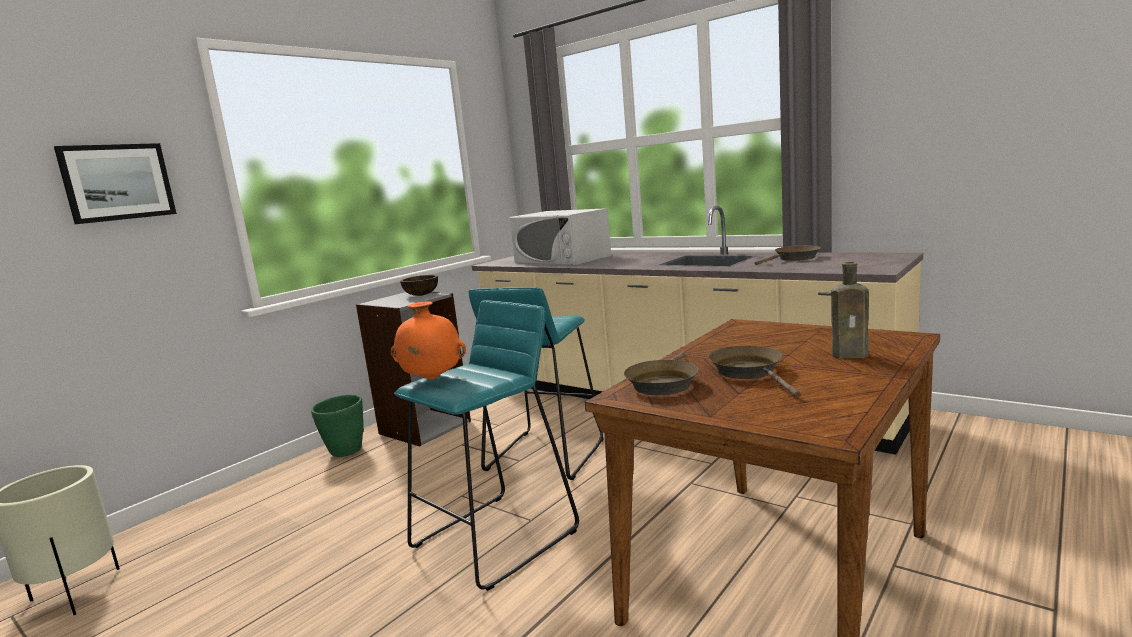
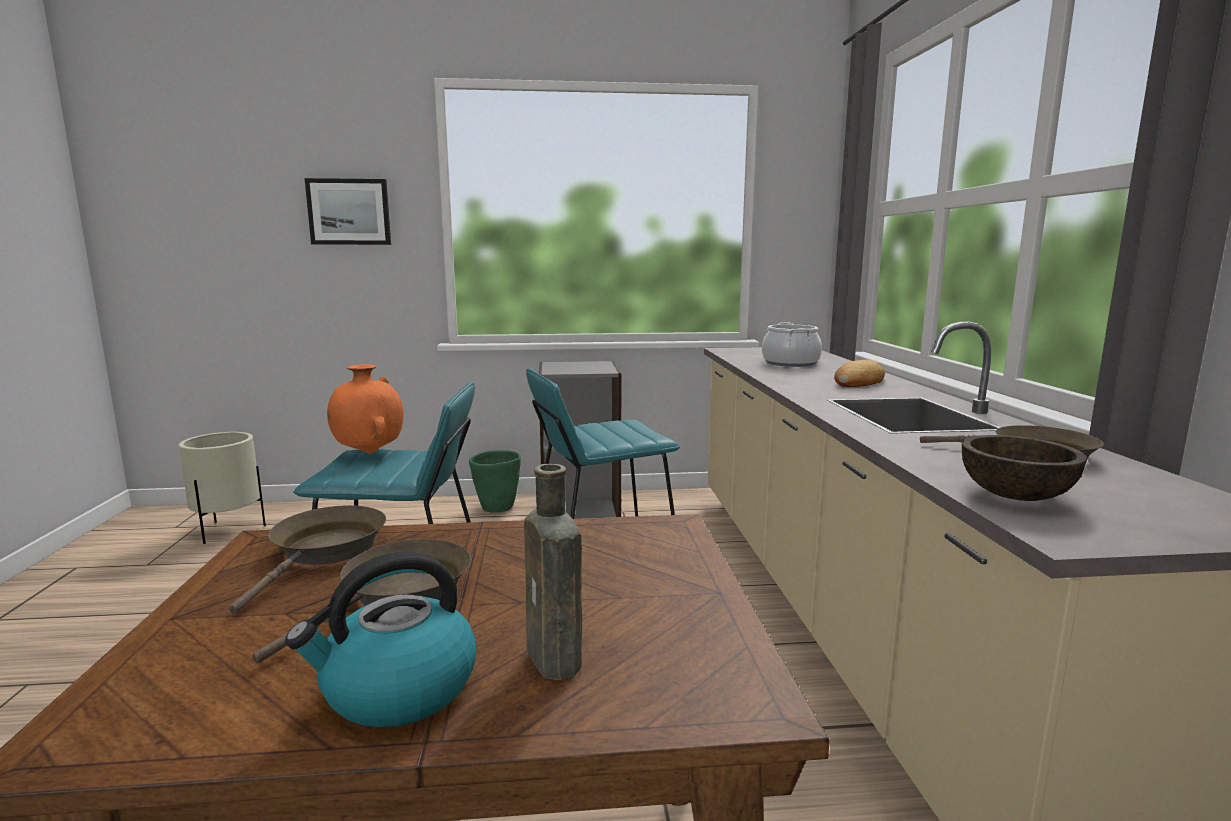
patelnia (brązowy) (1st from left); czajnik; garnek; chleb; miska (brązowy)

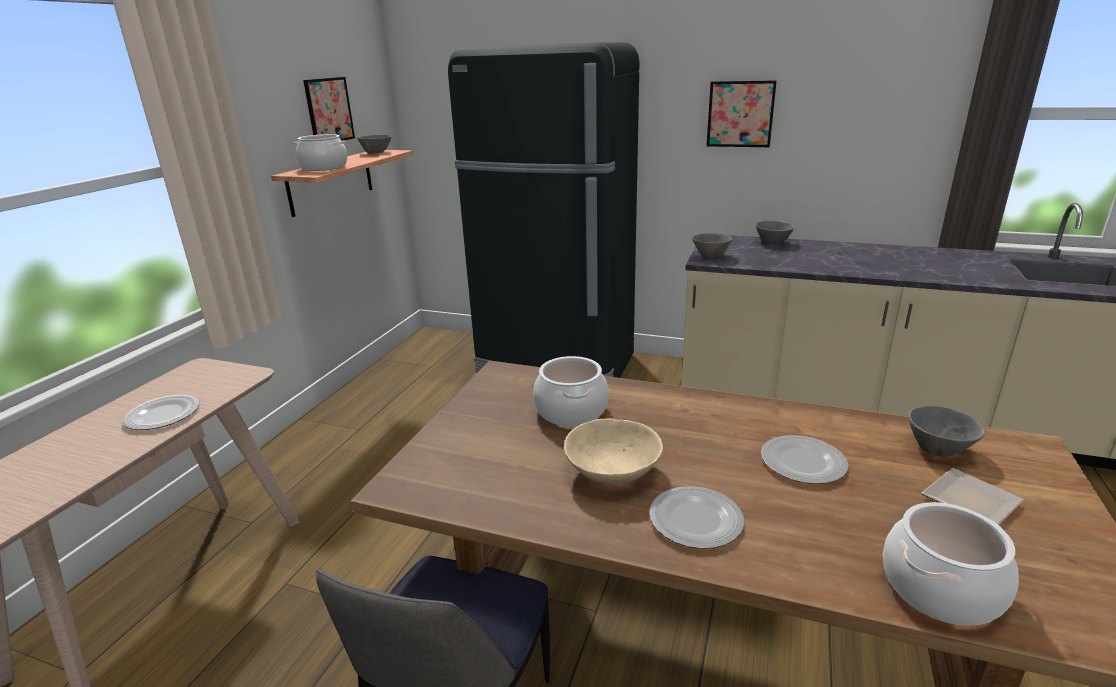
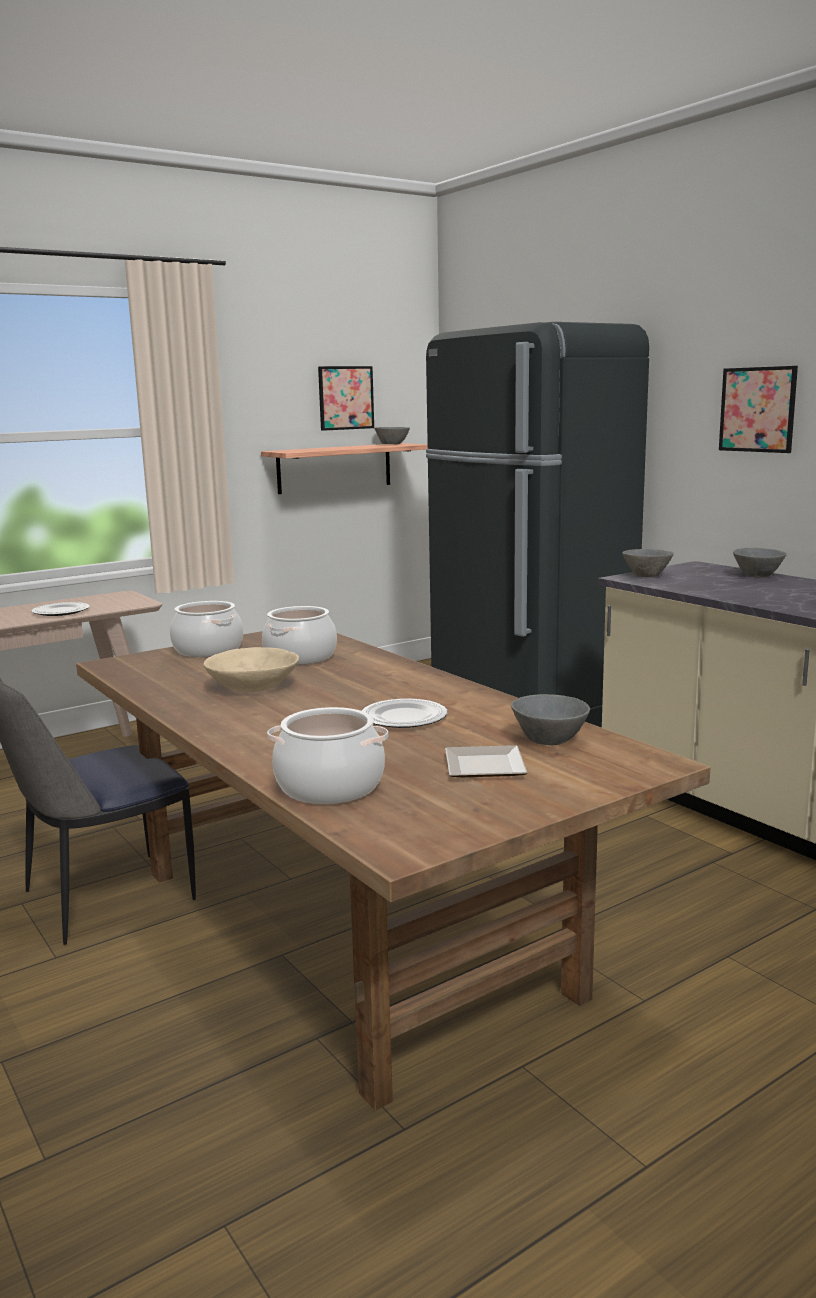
garnek (1st from left); talerz (2nd from left in the first image)

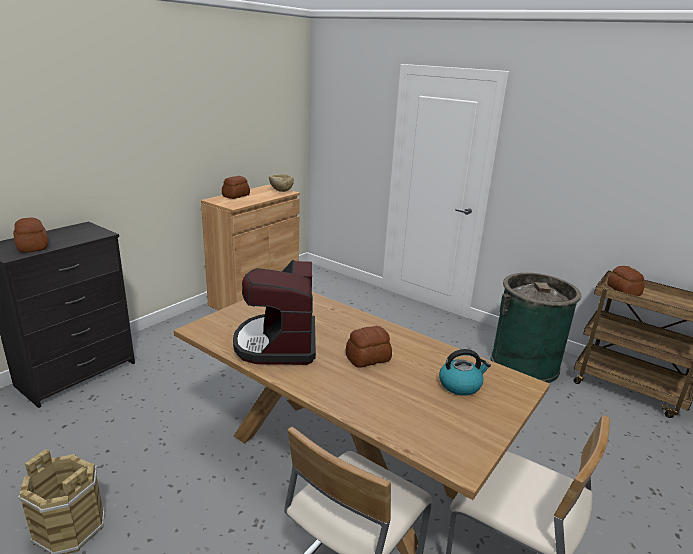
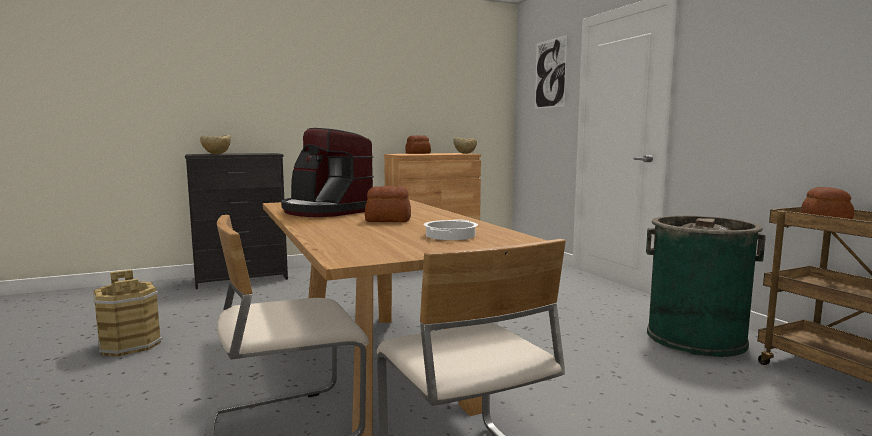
miska (beżowy) (1st from left); ekspres do kawy; garnek; obraz

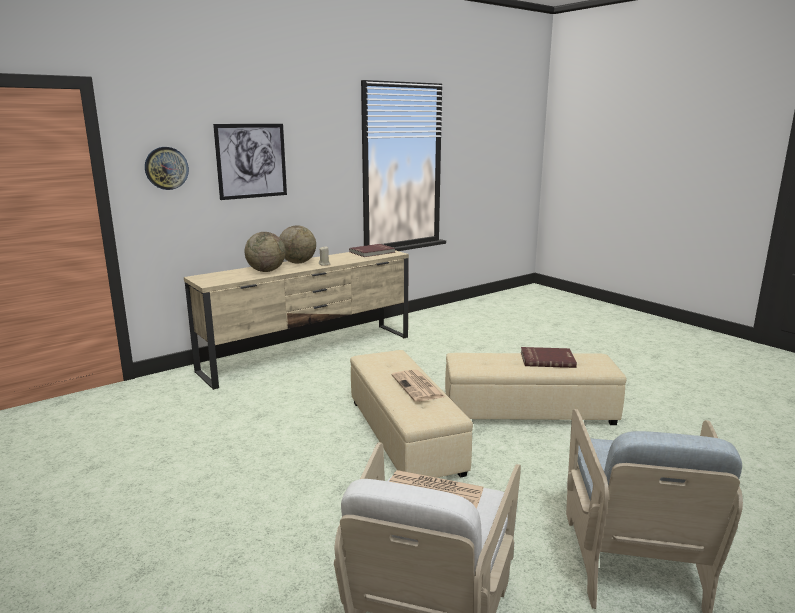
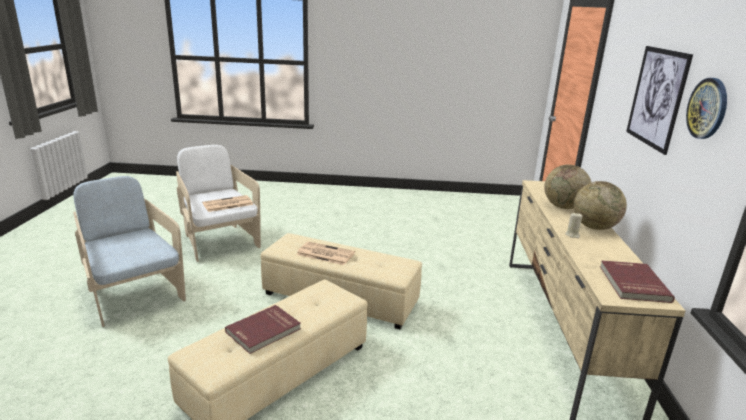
zegar ścienny

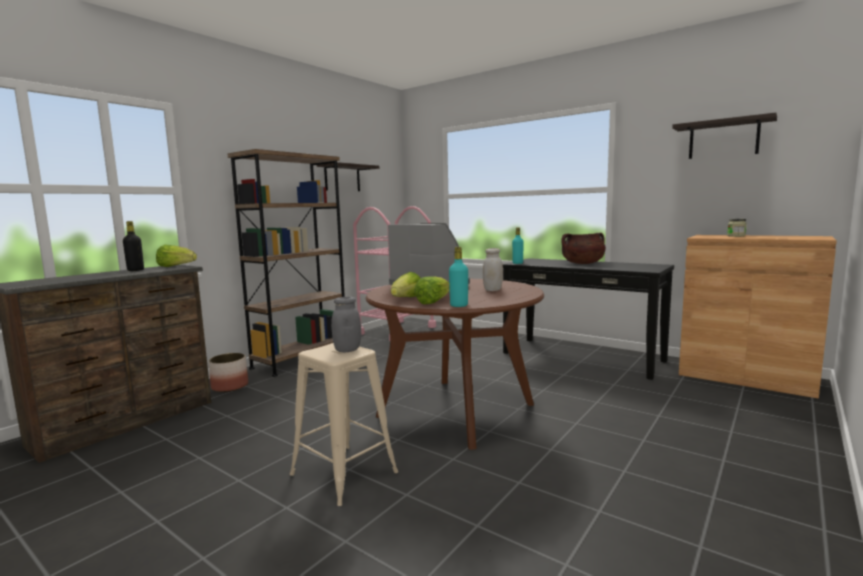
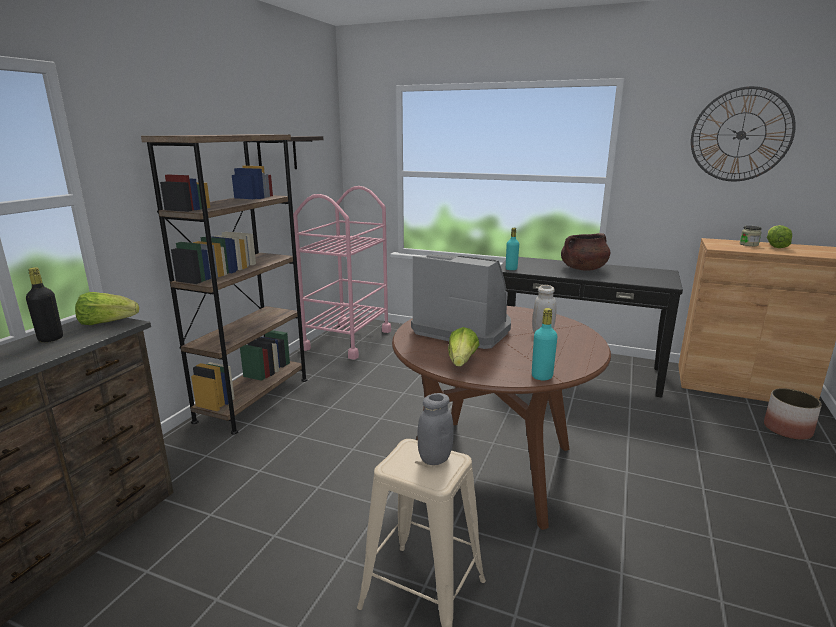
zegar ścienny; donica; sałata (3rd from left)

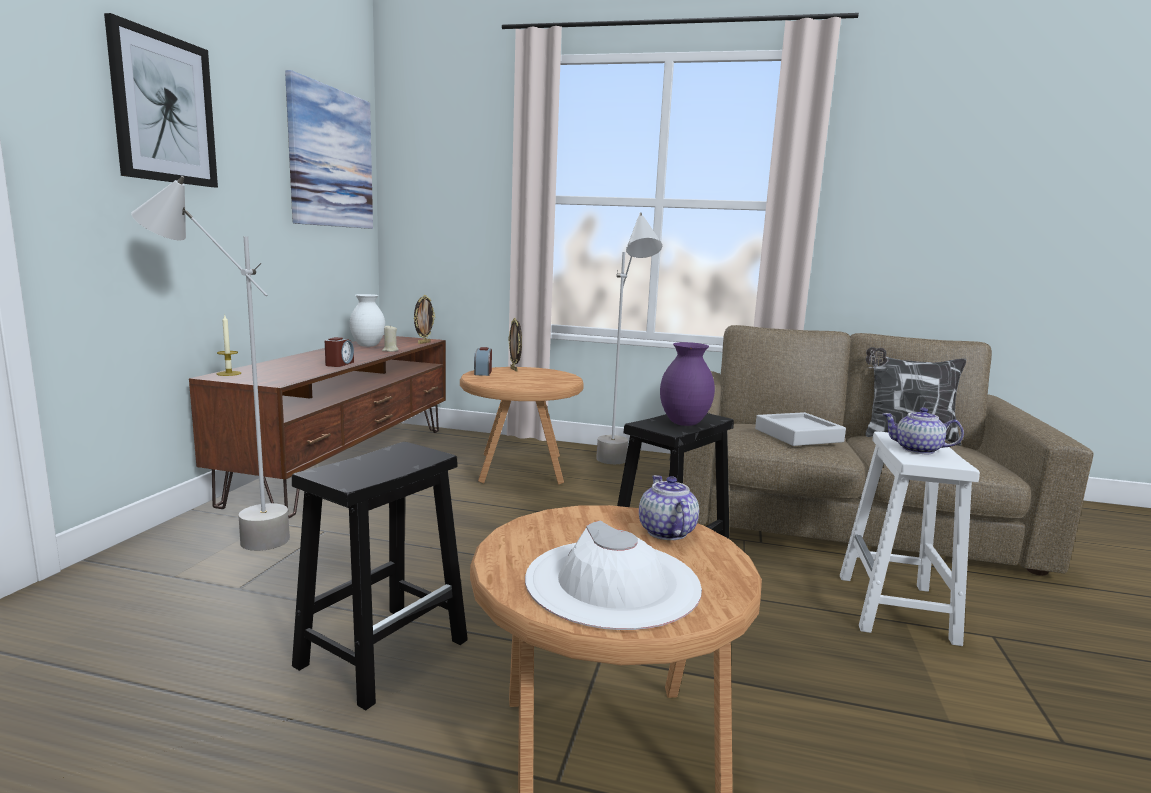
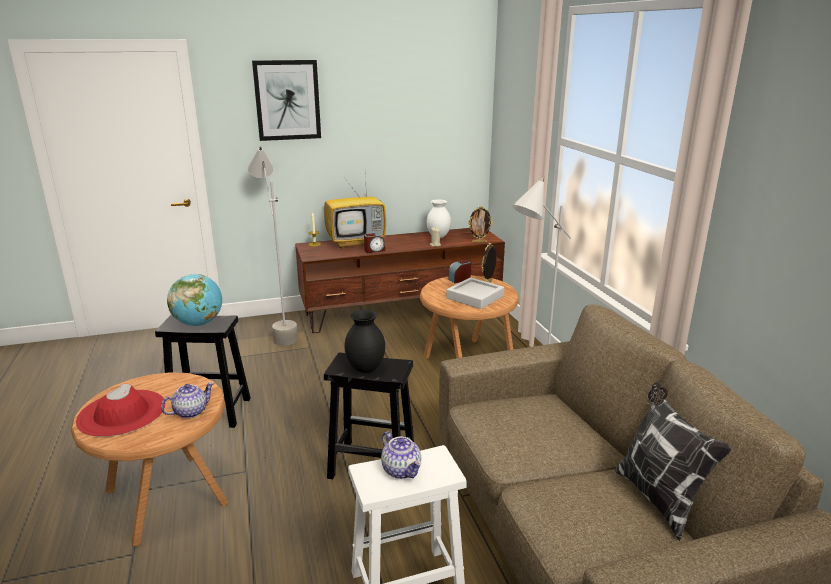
kapelusz (czerwony); globus; telewizor; wazon (czarny); imbryk (2nd from left); taca (szary); obraz (2nd from left in the first image)

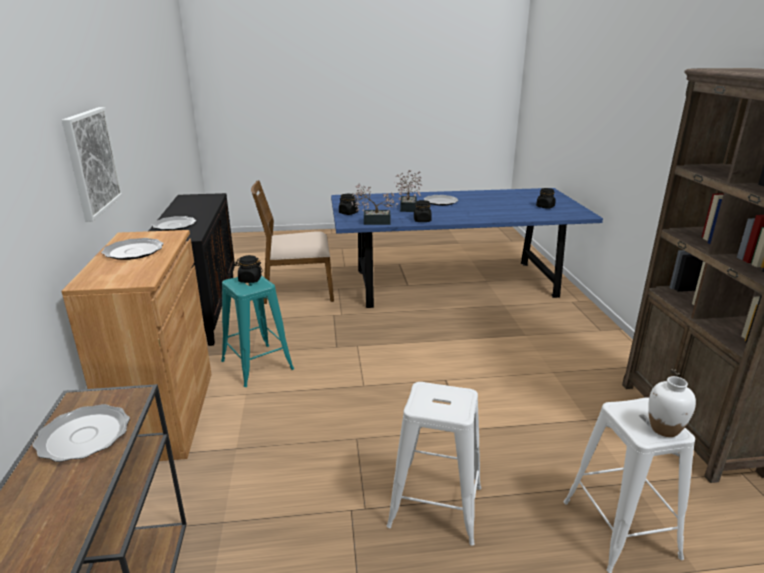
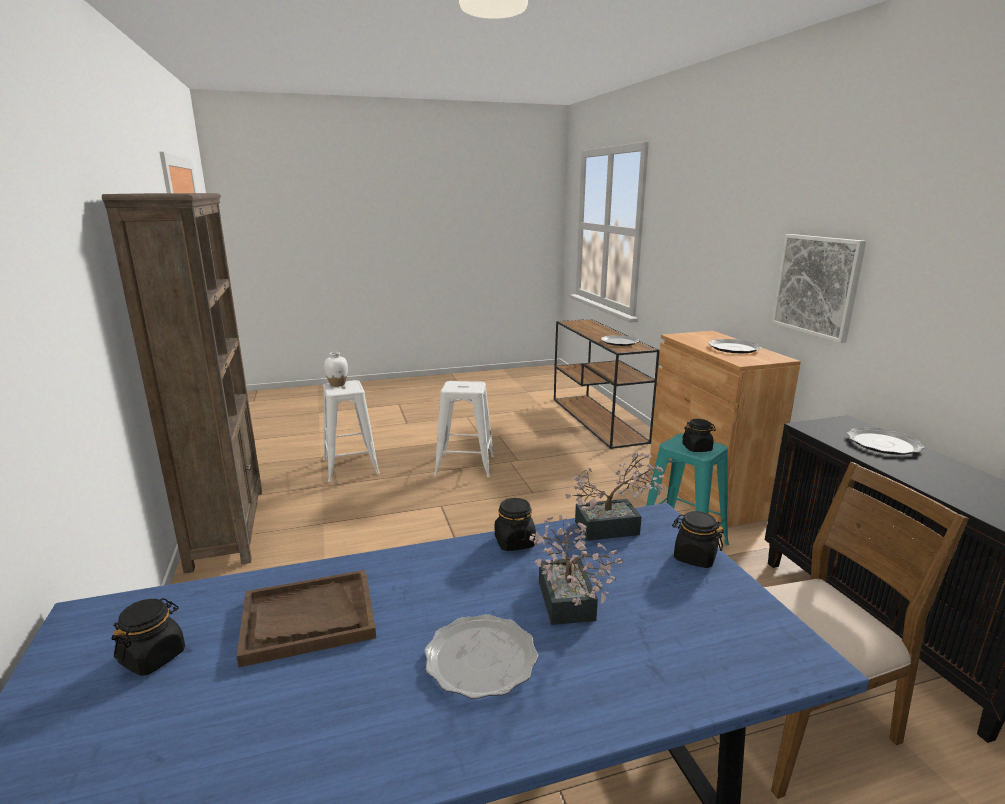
taca (brązowy)

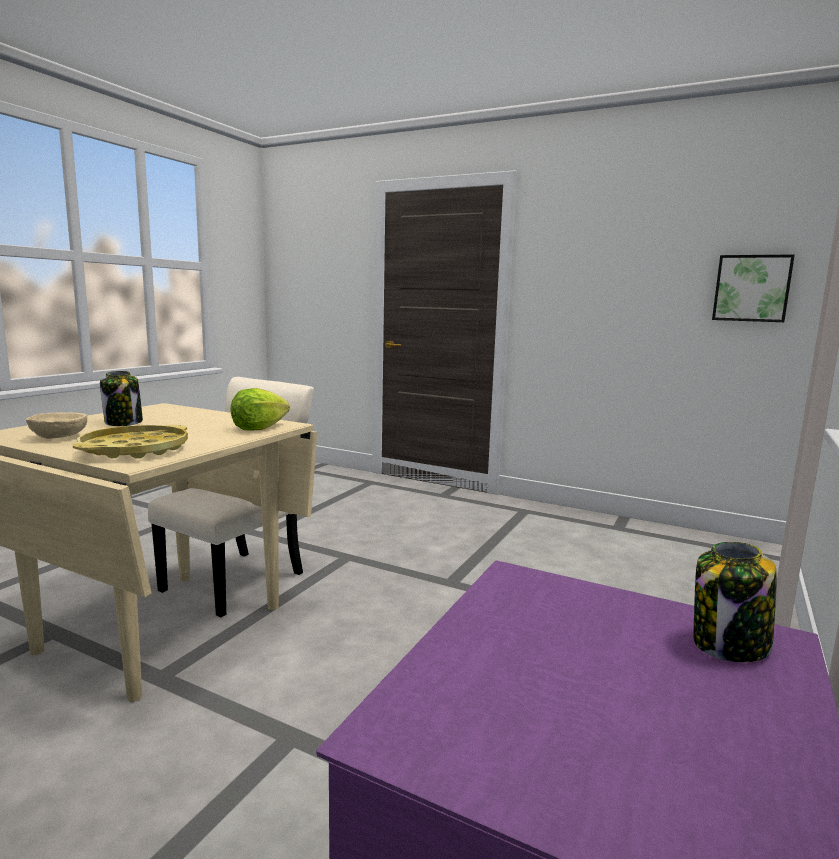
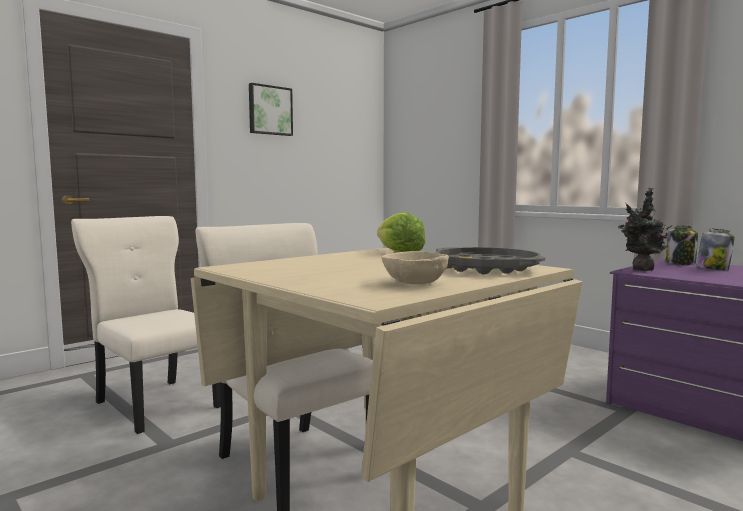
krzesło (beżowy) (1st from left); obraz; taca (szary); roślina doniczkowa; słoik (2nd from left)

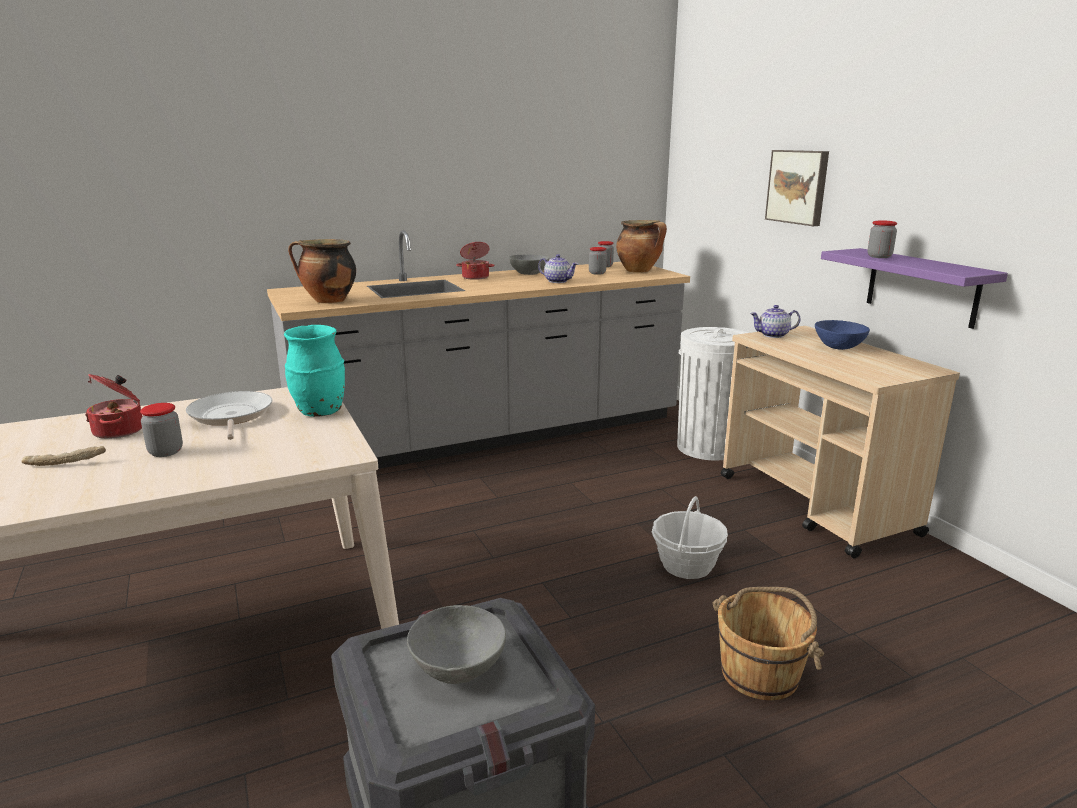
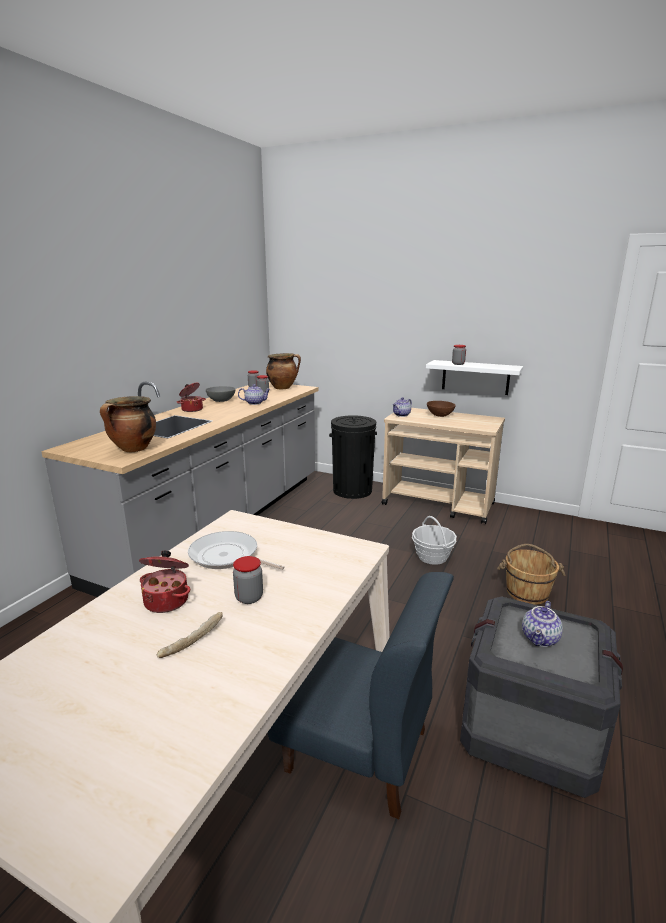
krzesło (niebieski); kosz na śmieci (czarny); półka (biały); miska (brązowy); imbryk (3rd from left); wazon (turkusowy); obraz

